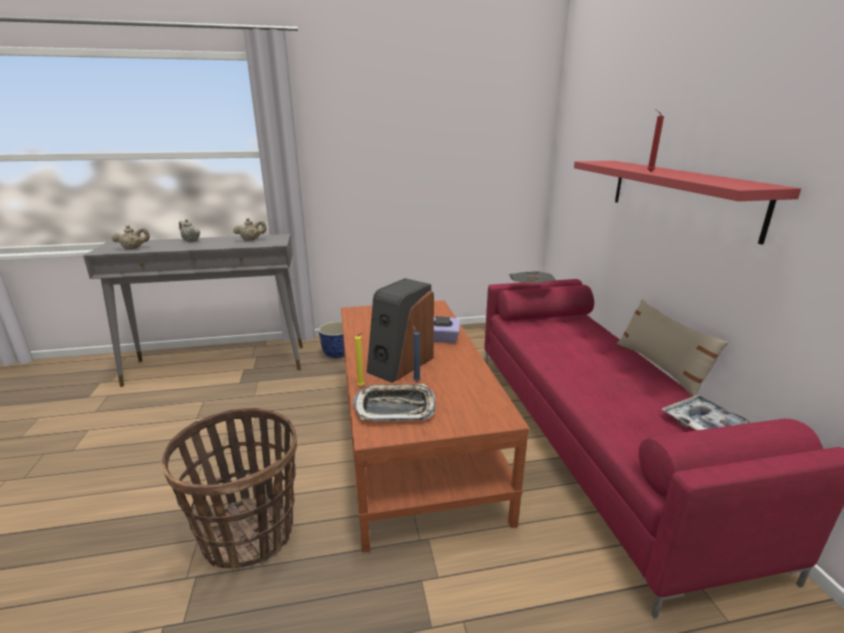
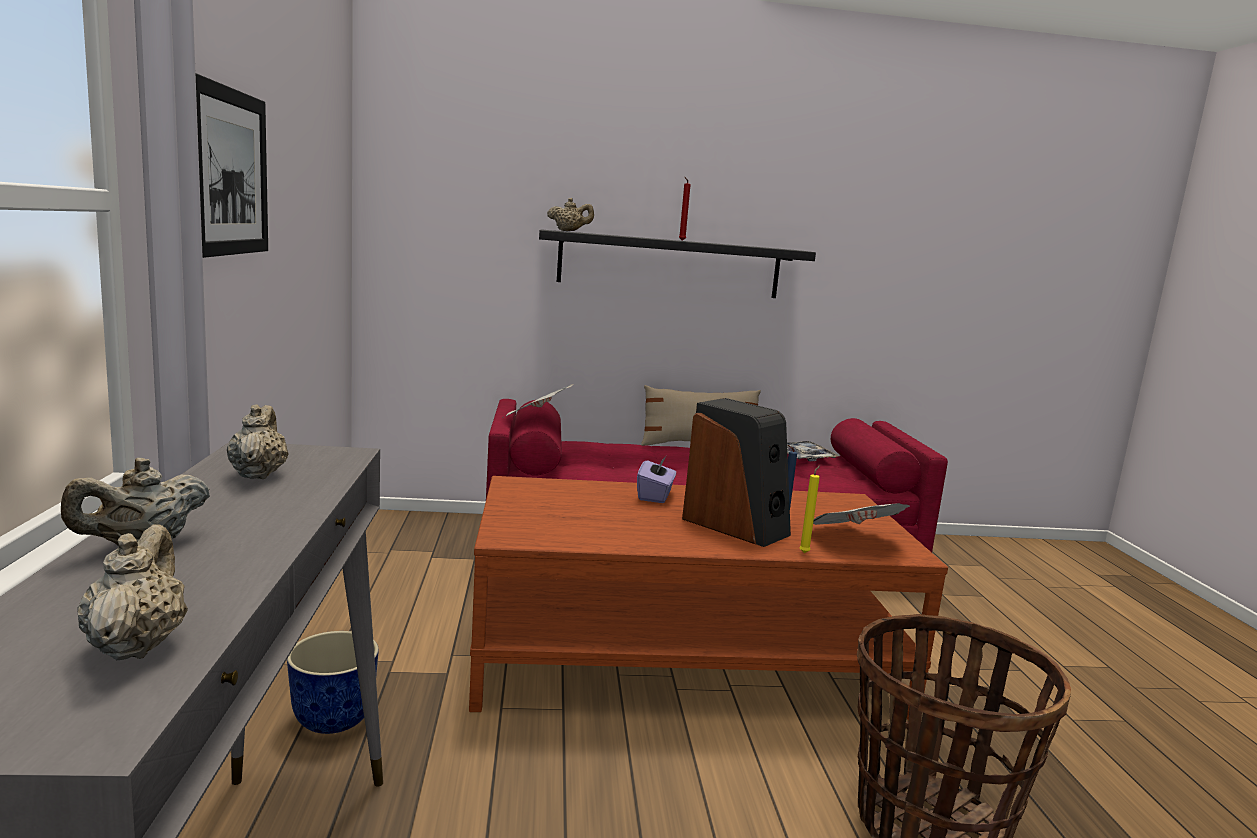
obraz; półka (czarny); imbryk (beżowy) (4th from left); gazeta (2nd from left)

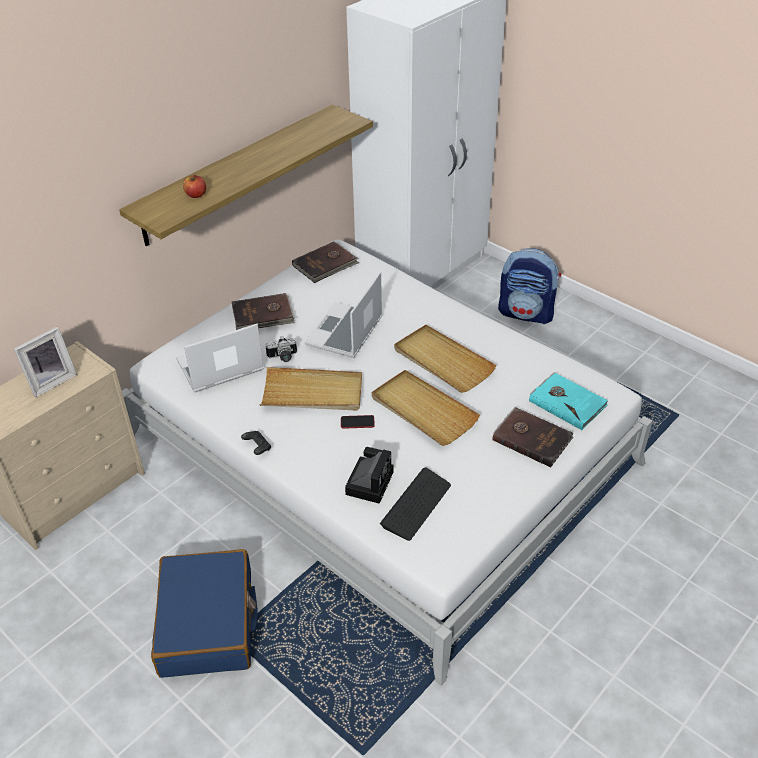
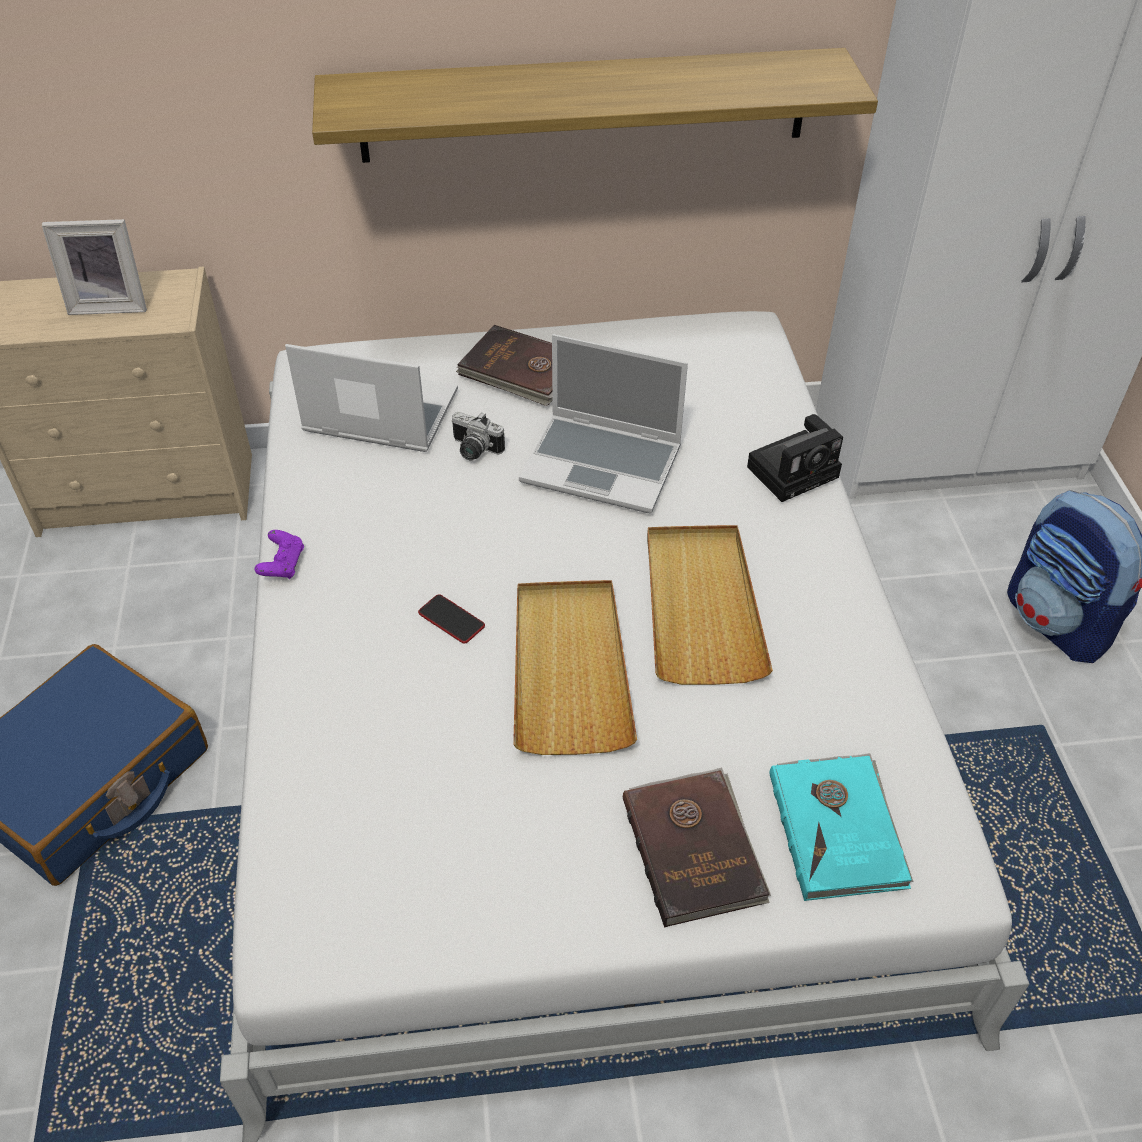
pad do gier (fioletowy); laptop (2nd from left); aparat fotograficzny (2nd from left); jabłko; taca (beżowy) (1st from left in the first image); książka (brązowy) (2nd from left in the first image); klawiatura

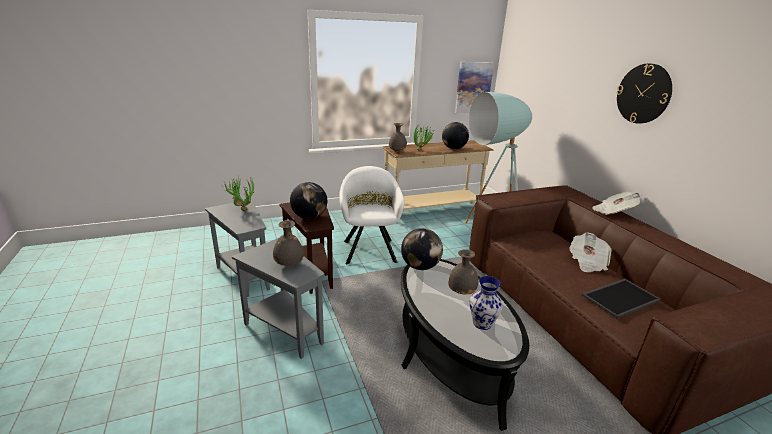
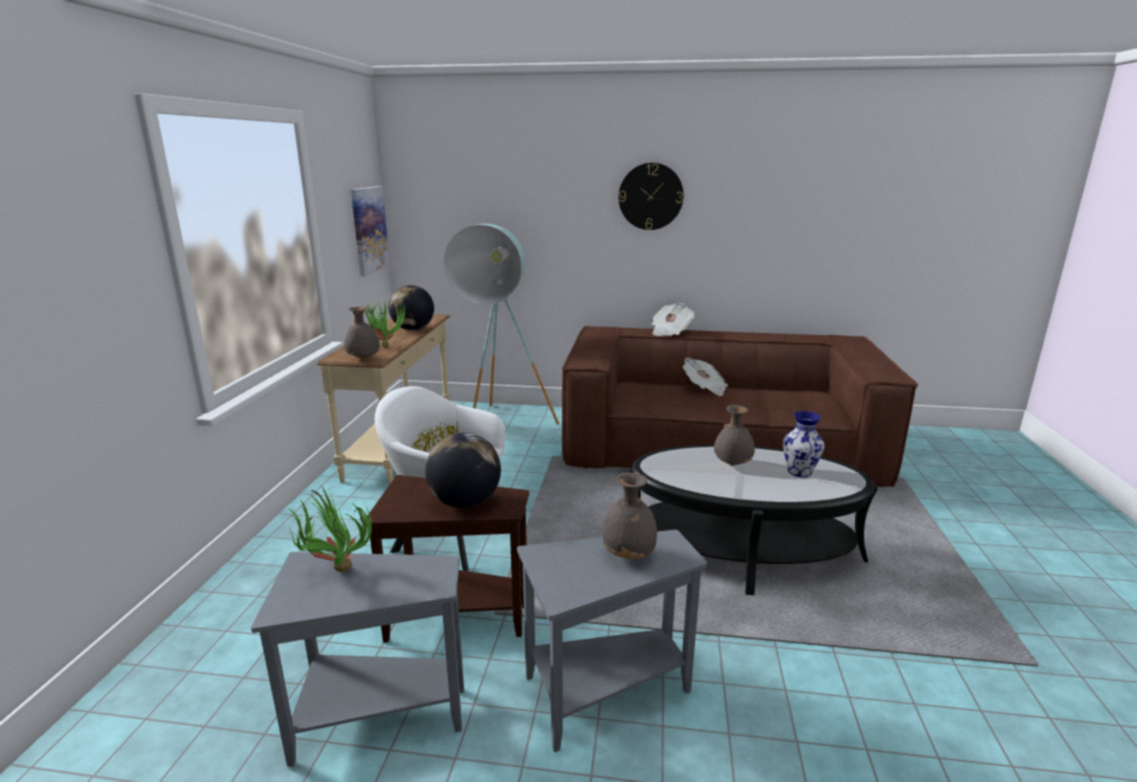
globus (2nd from left in the first image); taca

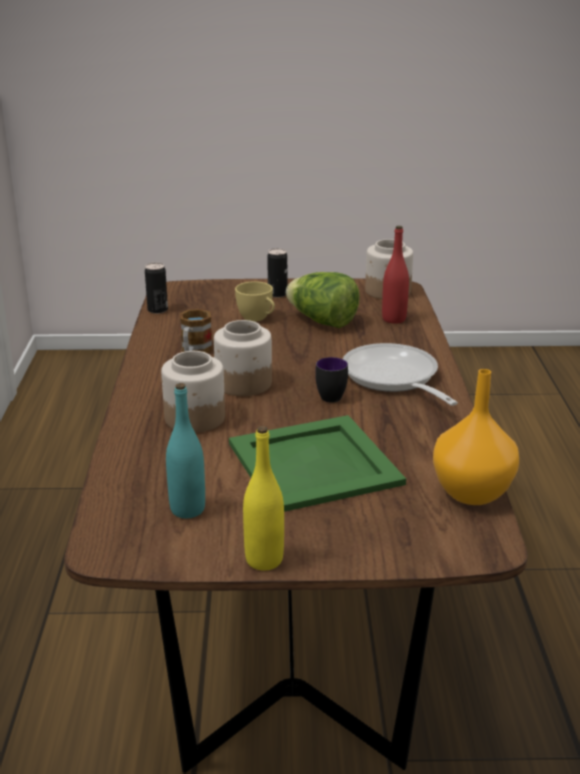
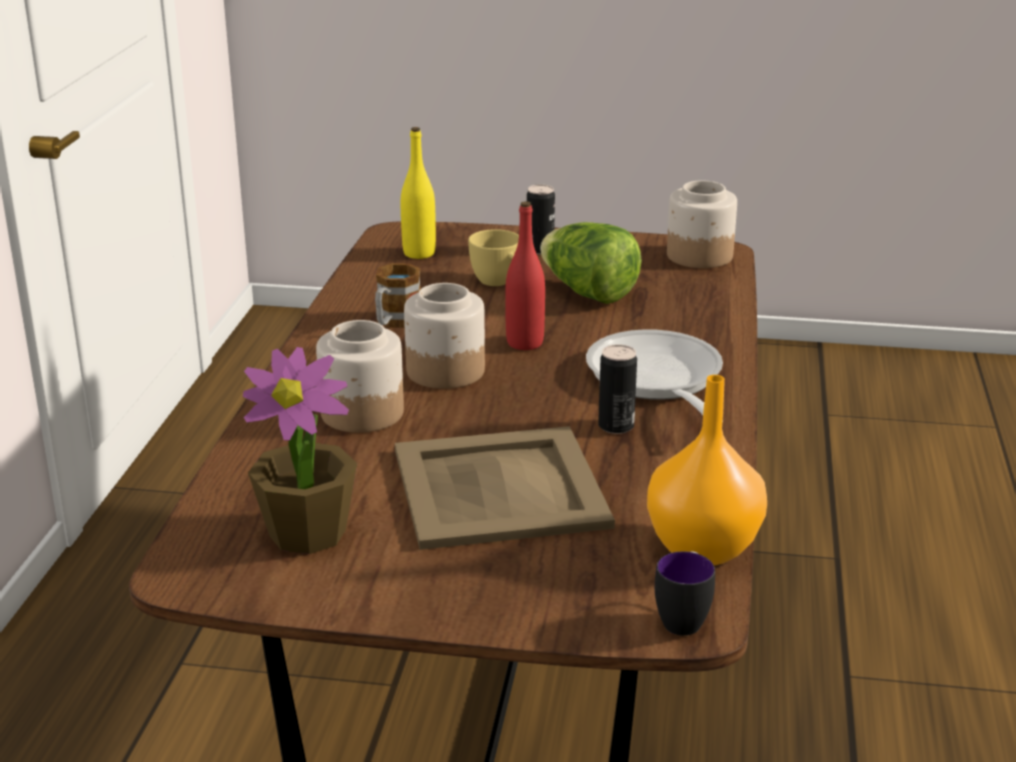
roślina doniczkowa; taca (beżowy); butelka (żółty); butelka (czerwony); puszka (2nd from left); kubek (2nd from left)

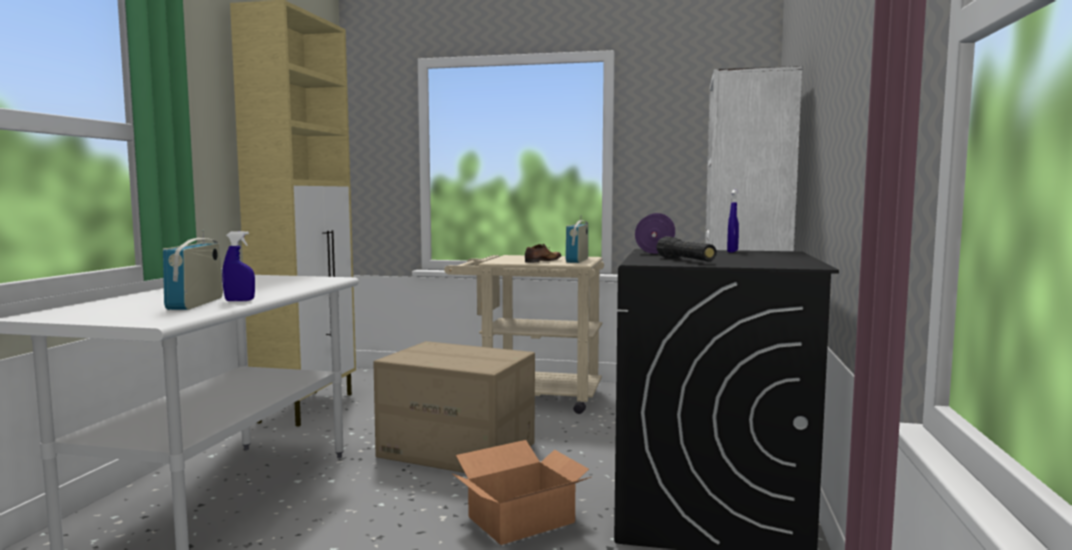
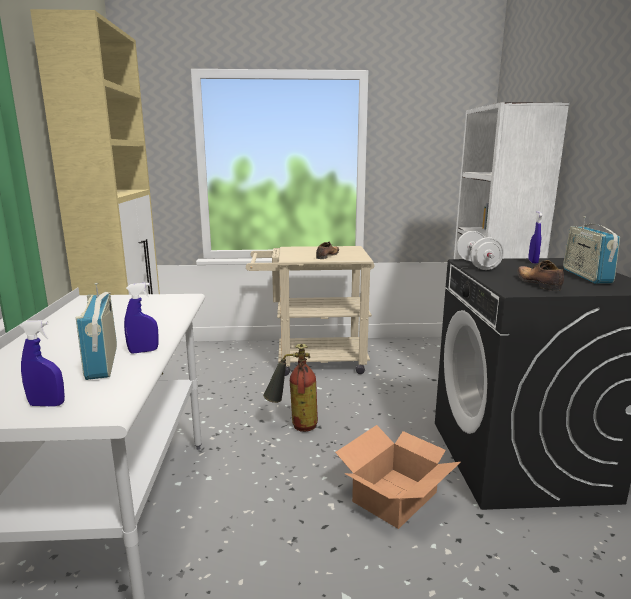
spryskiwacz (niebieski) (1st from left); gaśnica; hantel (biały); but (2nd from left); radio (2nd from left)

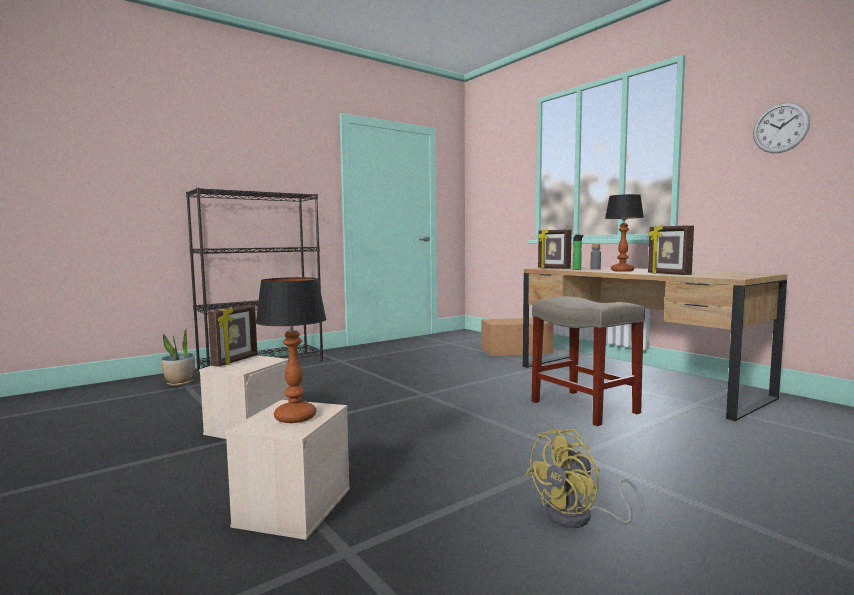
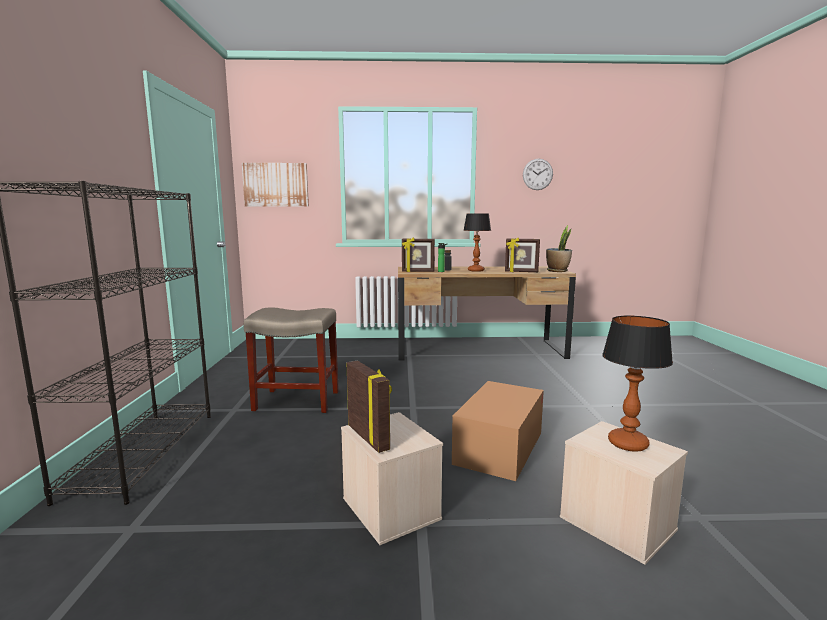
obraz; stołek (beżowy); karton; roślina doniczkowa; wentylator (żółty)

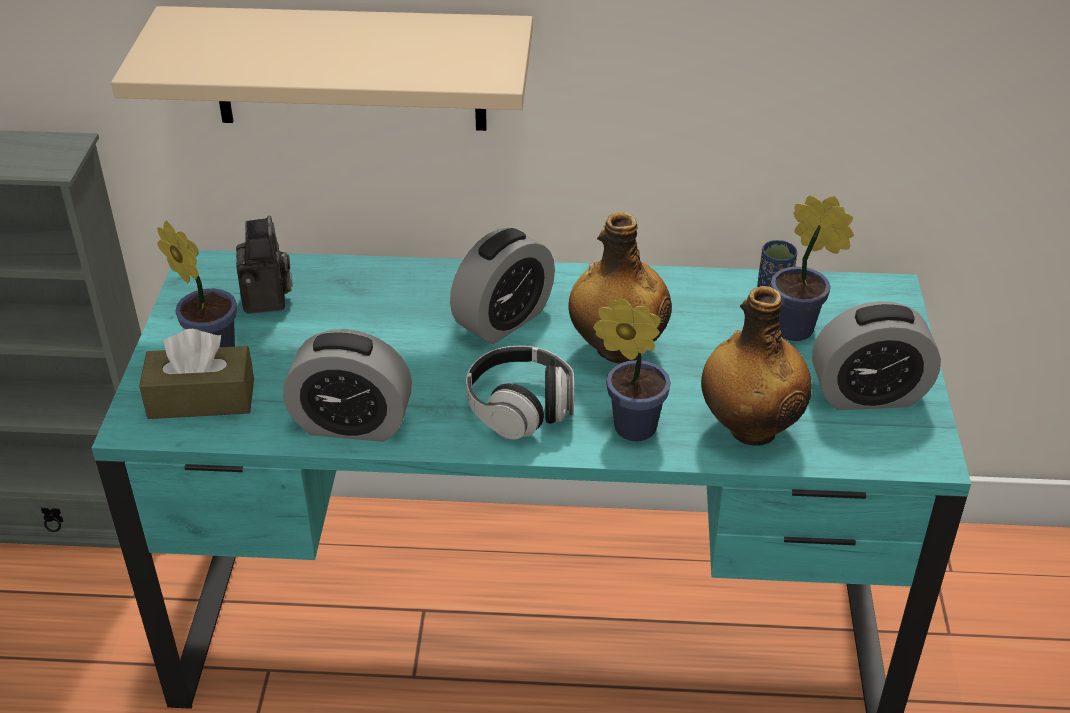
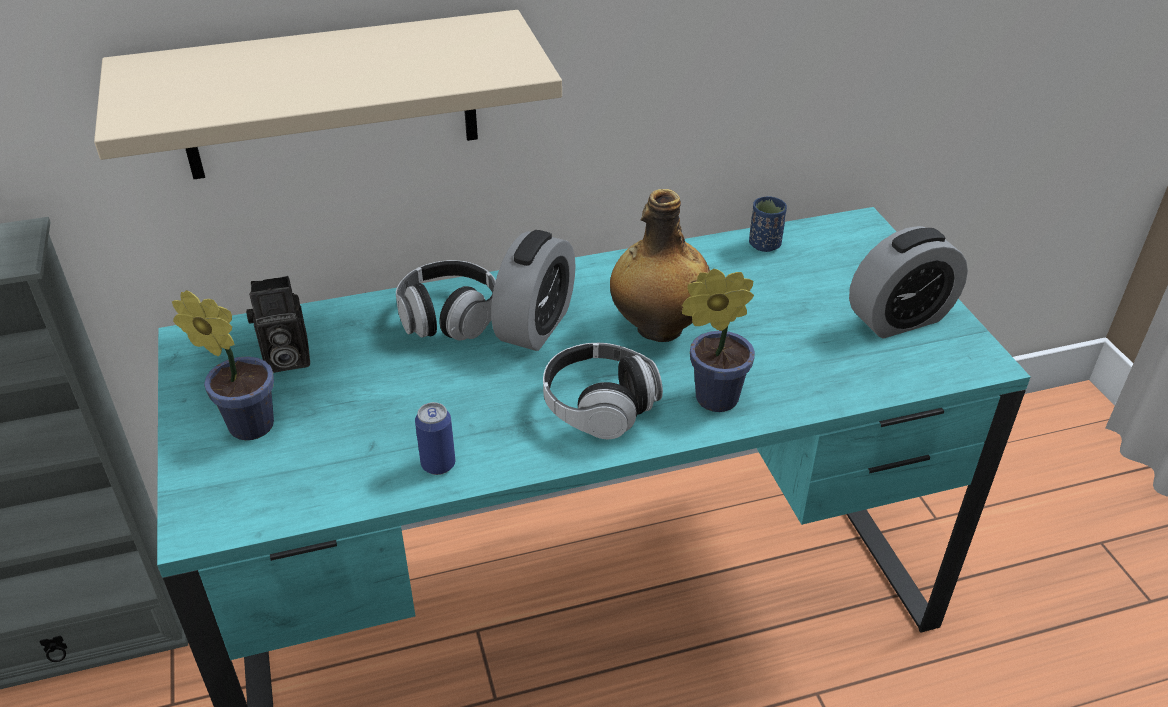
aparat fotograficzny; słuchawki (1st from left); puszka; pudełko chusteczek (brązowy); butelka (2nd from left in the first image); roślina doniczkowa (3rd from left in the first image)

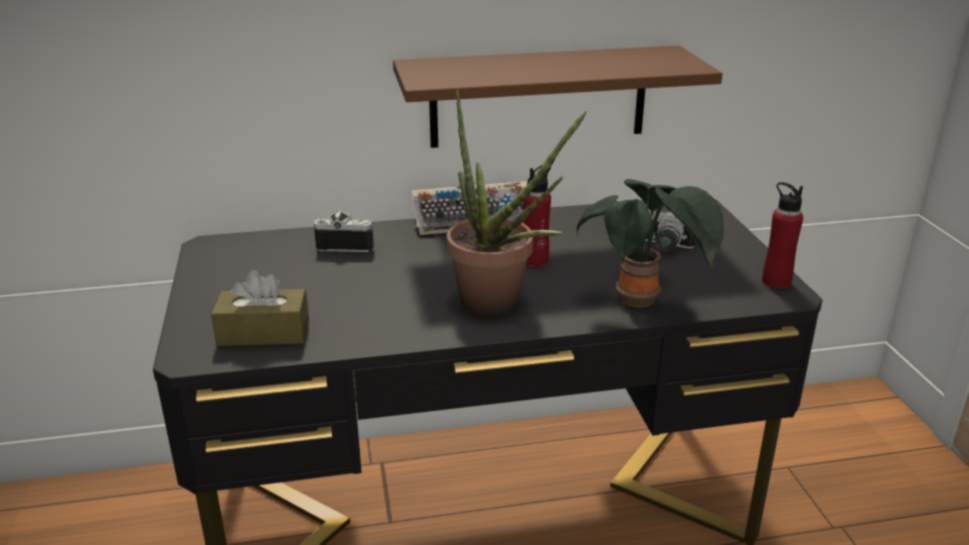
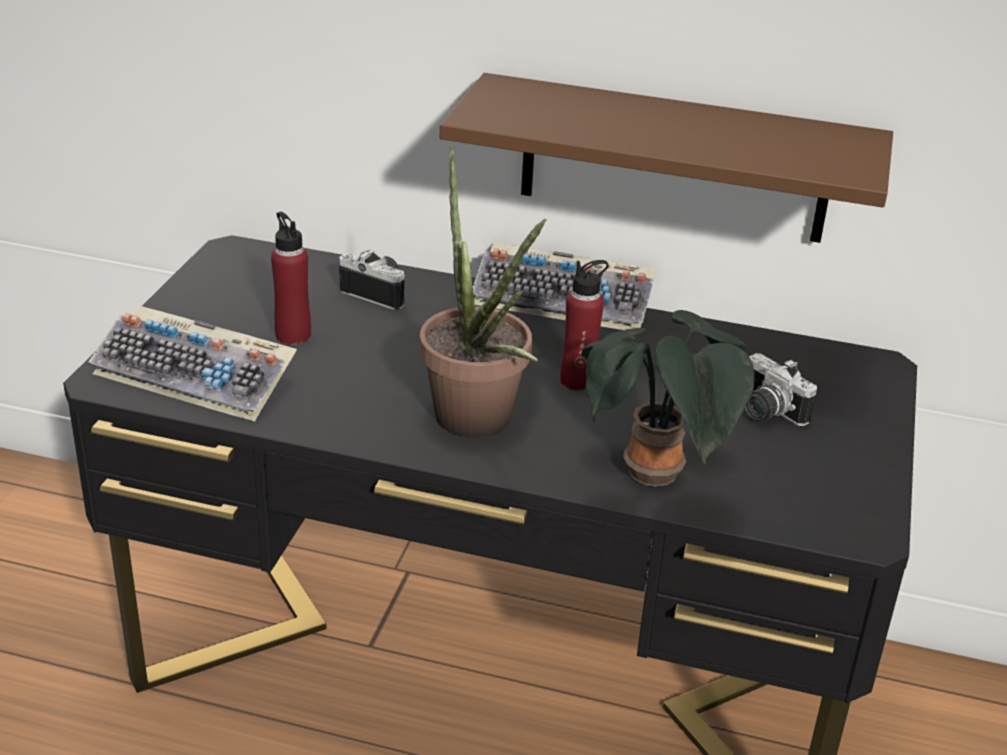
klawiatura (1st from left); butelka (czerwony) (1st from left)

